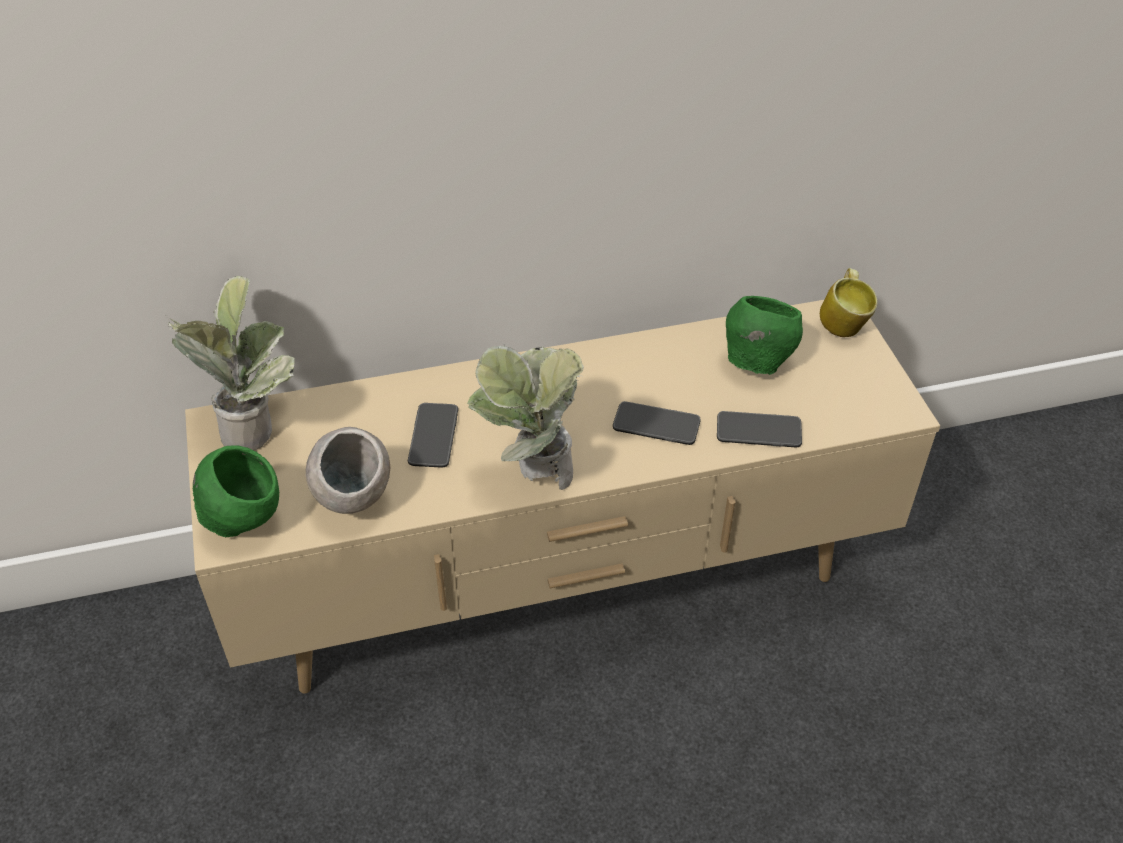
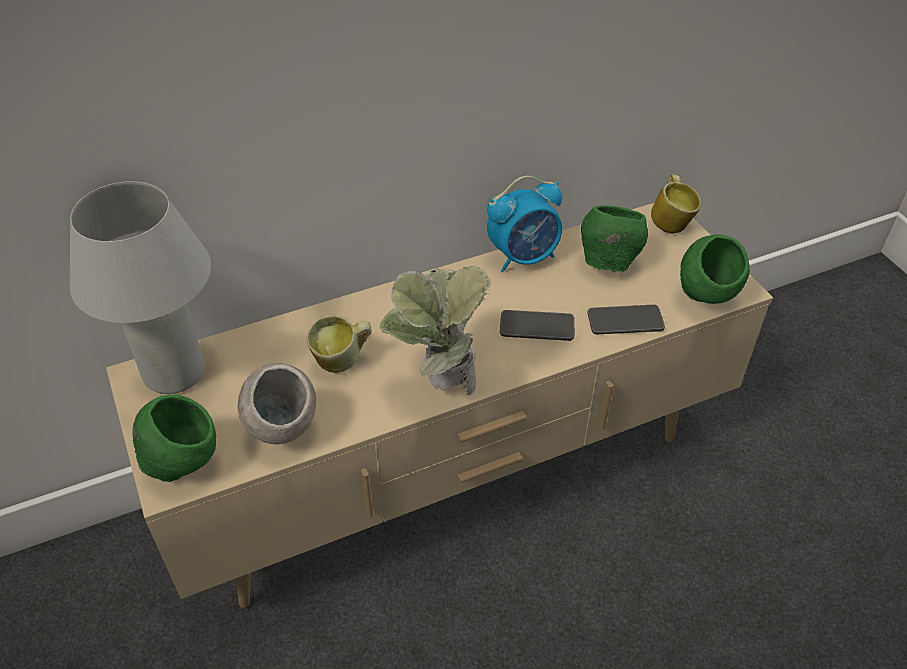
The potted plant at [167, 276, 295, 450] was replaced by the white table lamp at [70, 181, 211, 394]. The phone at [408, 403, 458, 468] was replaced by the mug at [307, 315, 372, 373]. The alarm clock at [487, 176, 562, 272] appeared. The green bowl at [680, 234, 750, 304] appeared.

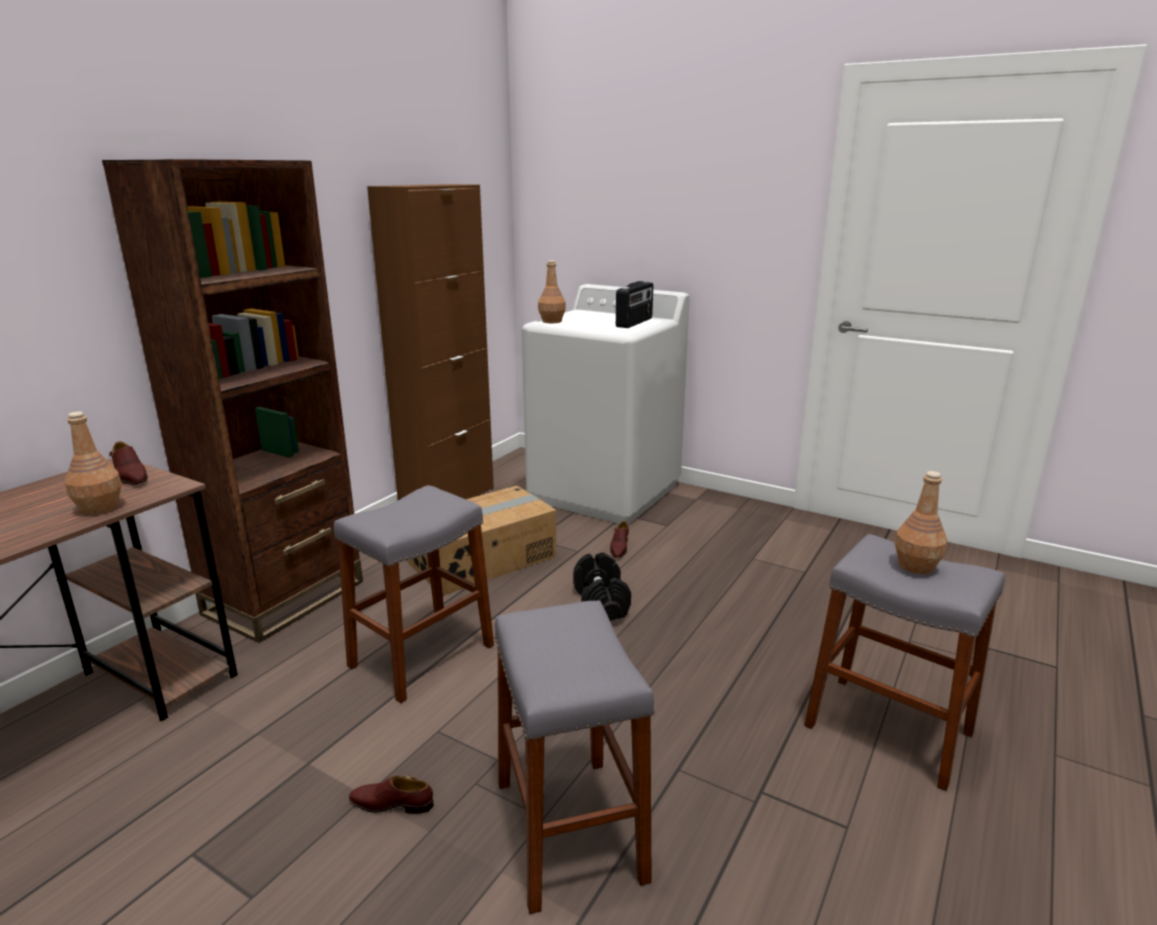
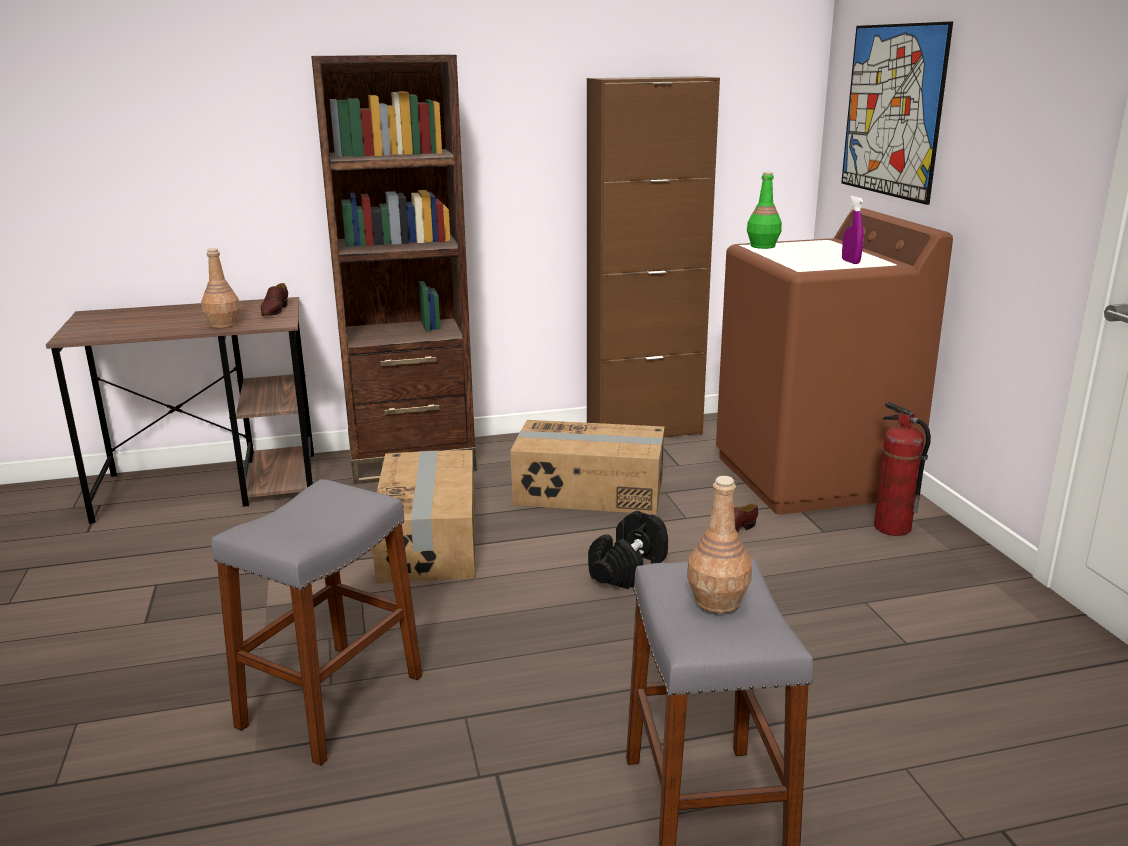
The grey stool at [334, 485, 494, 703] was replaced by the cardboard box at [372, 450, 475, 584]. The white washing machine at [522, 284, 690, 525] became the brown washing machine at [716, 208, 953, 515]. The brown bottle at [538, 261, 566, 323] became the green bottle at [747, 172, 782, 249]. The picture at [841, 22, 953, 205] appeared. The radio at [616, 281, 653, 328] was replaced by the purple spray bottle at [842, 196, 864, 264]. The fire extinguisher at [874, 402, 931, 536] appeared. The brown shoe at [349, 775, 434, 814] disappeared.

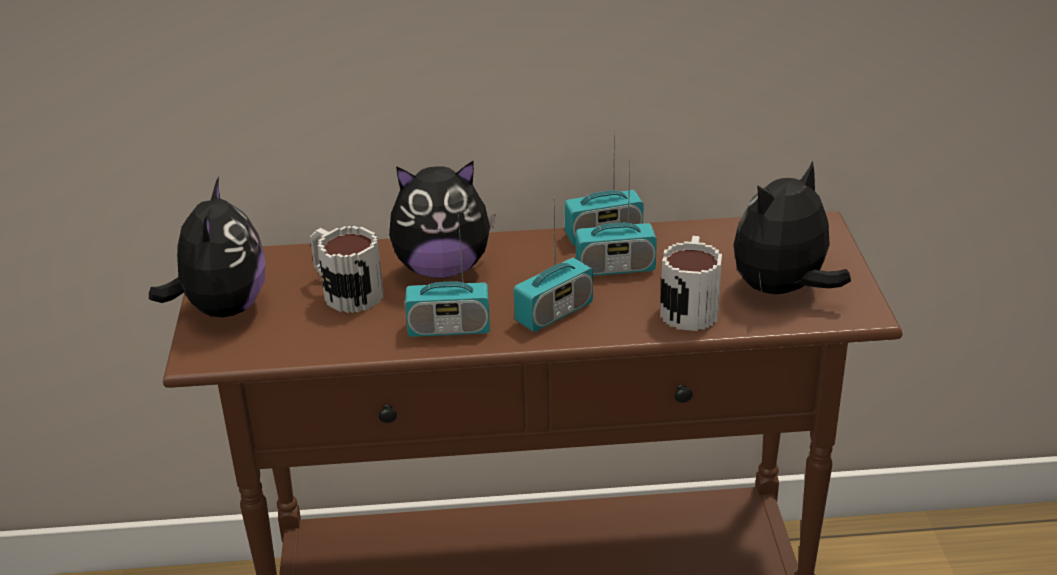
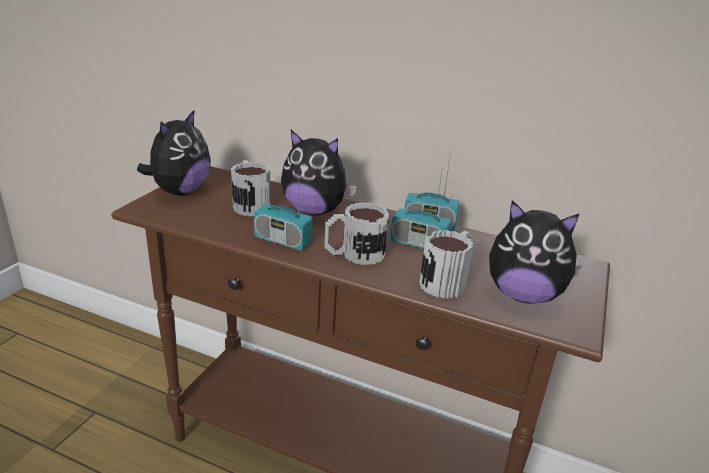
The radio at [514, 213, 593, 332] was replaced by the mug at [324, 202, 389, 265]. The plush toy at [734, 161, 851, 294] turned 150 degrees counterclockwise.

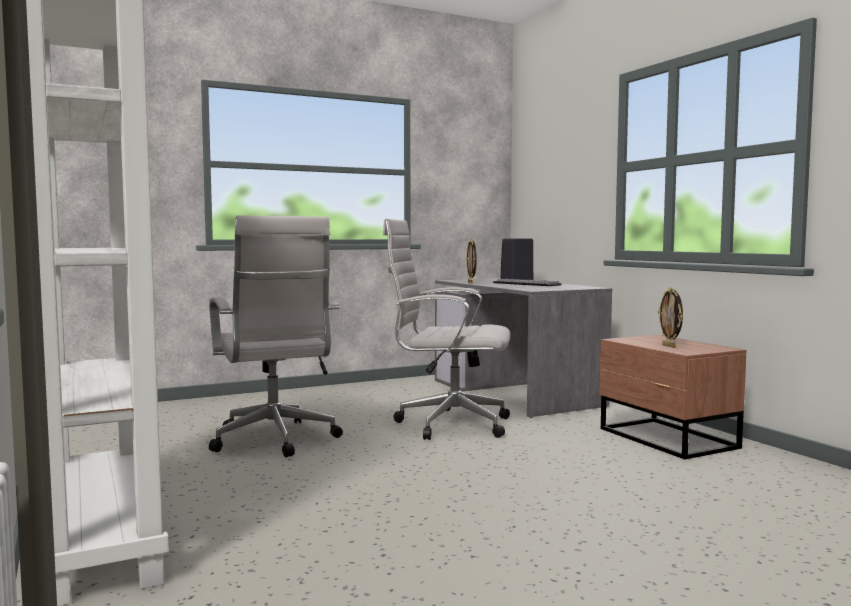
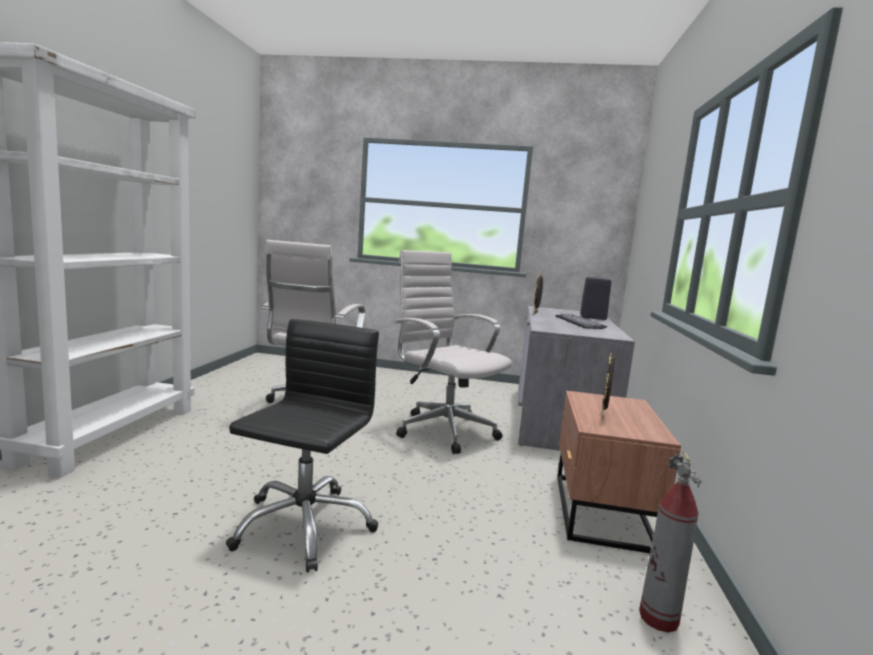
The black office chair at [226, 319, 379, 572] appeared. The fire extinguisher at [639, 451, 702, 632] appeared.

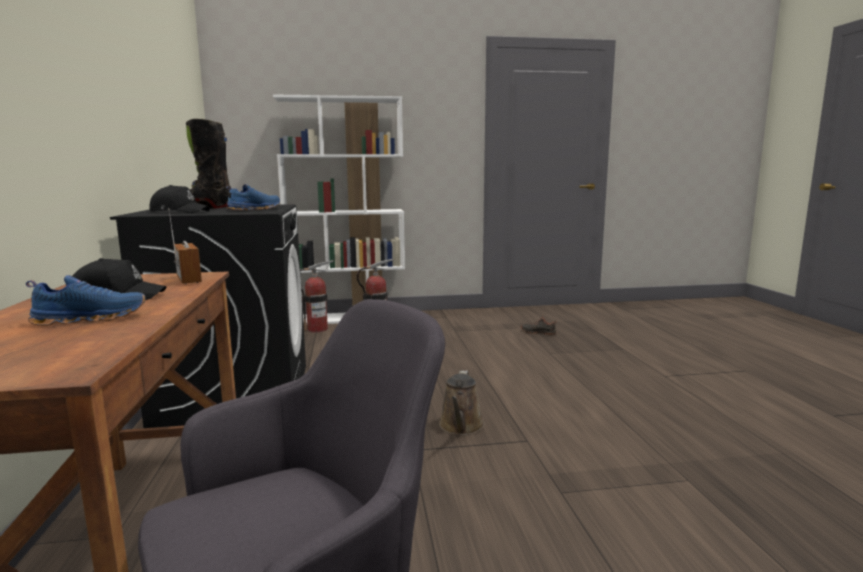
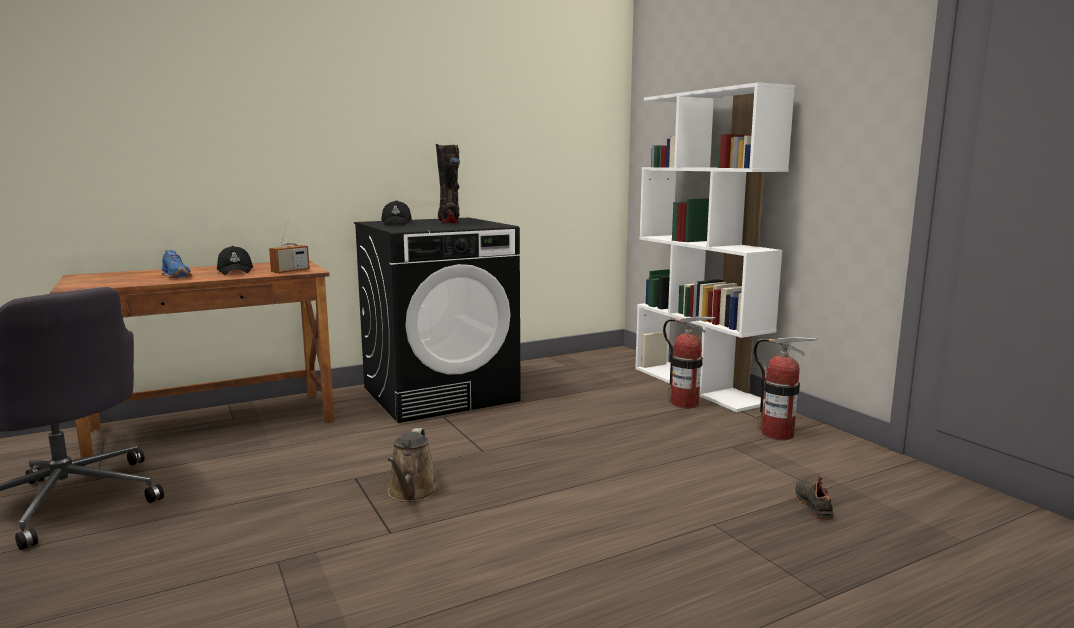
The brown watering can at [439, 371, 484, 435] turned 75 degrees counterclockwise. The fire extinguisher moved from [300, 260, 334, 332] to [754, 337, 818, 441]. The blue shoe at [226, 184, 280, 211] disappeared.

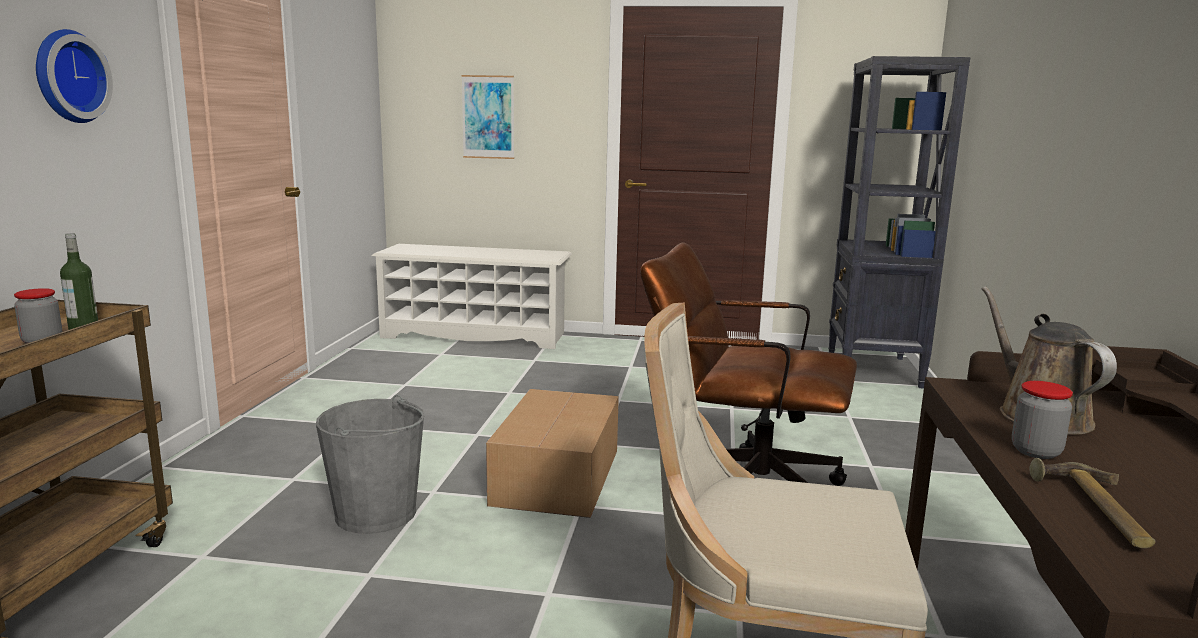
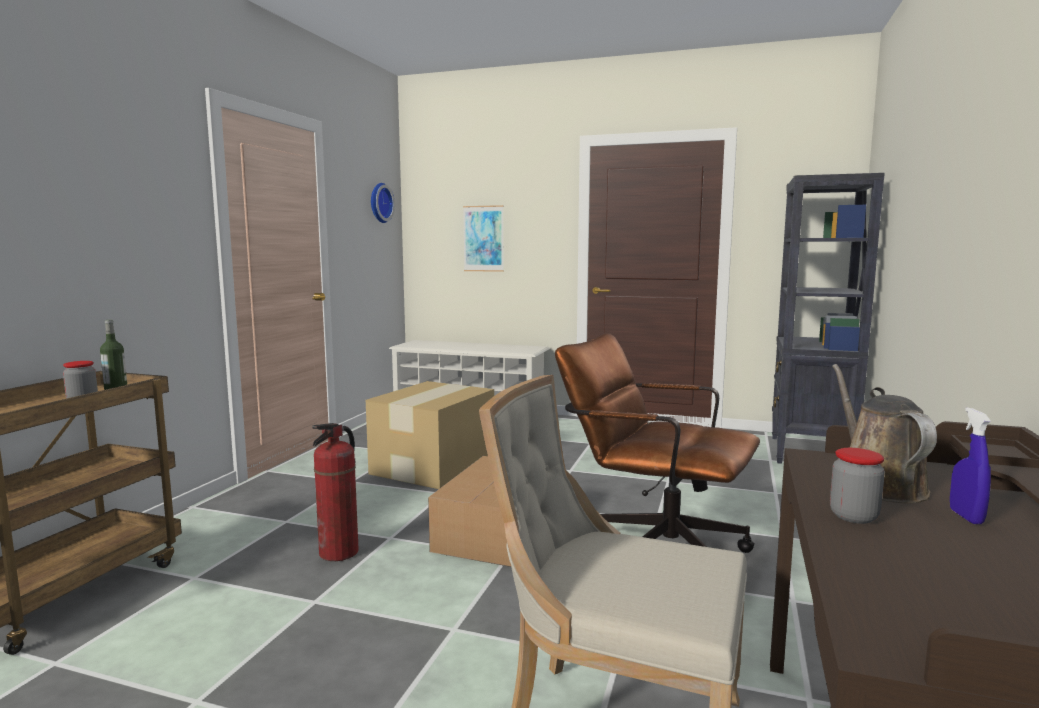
The grey bucket at [316, 395, 424, 534] was replaced by the fire extinguisher at [312, 423, 359, 561]. The cardboard box at [366, 381, 494, 489] appeared. The wall clock moved from [36, 29, 113, 123] to [371, 183, 395, 223]. The blue spray bottle at [950, 408, 991, 524] appeared. The hammer at [1029, 458, 1156, 548] disappeared.

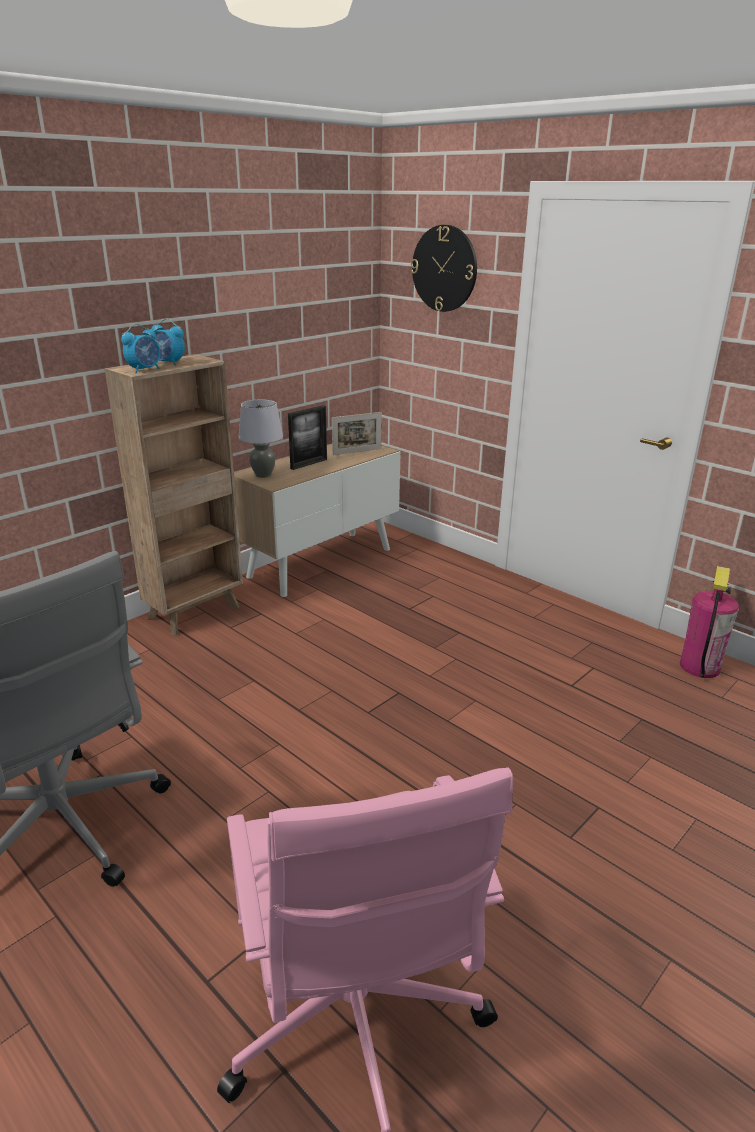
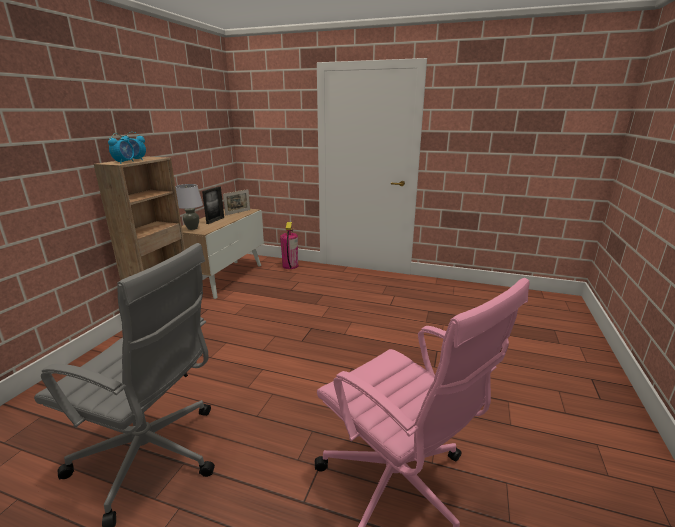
The fire extinguisher moved from [680, 566, 739, 678] to [280, 222, 298, 269]. The wall clock at [411, 225, 477, 312] disappeared.

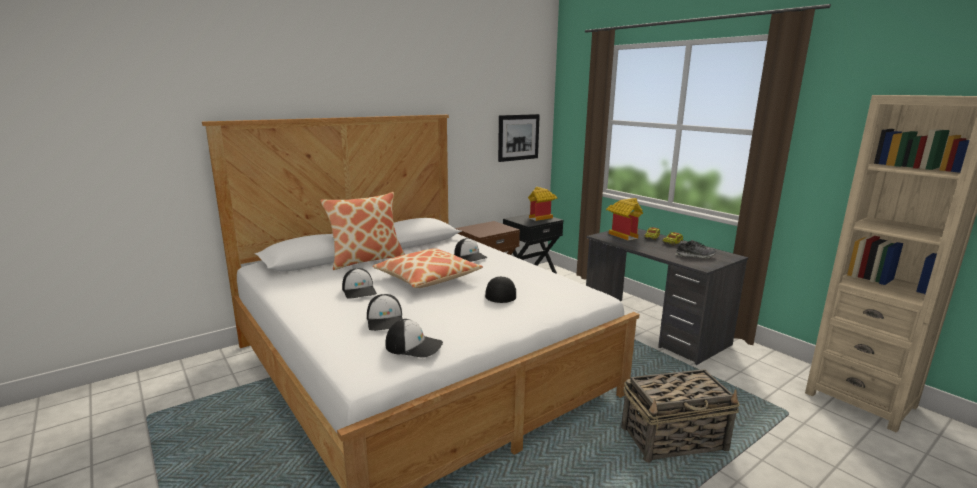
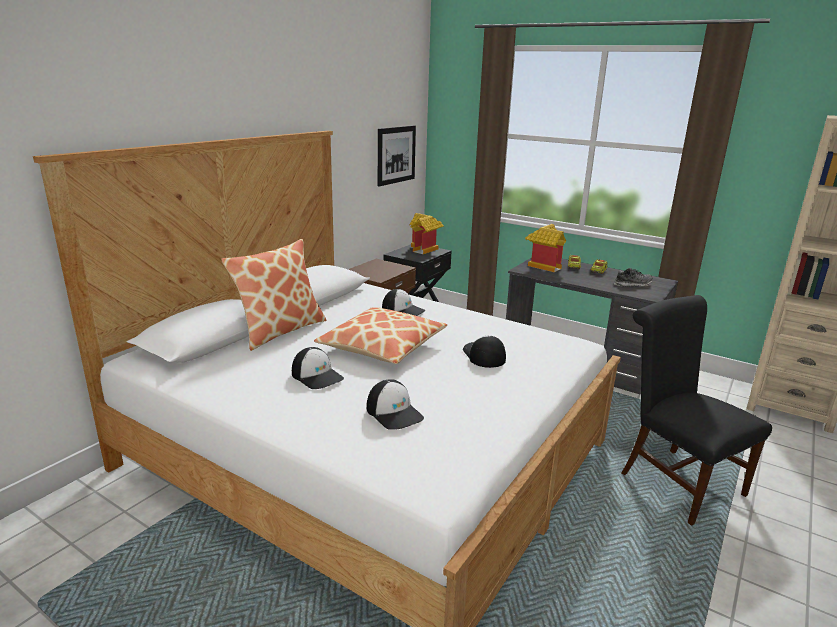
The basket at [621, 369, 740, 463] was replaced by the black chair at [621, 295, 772, 526]. The cap at [386, 319, 443, 358] disappeared.

